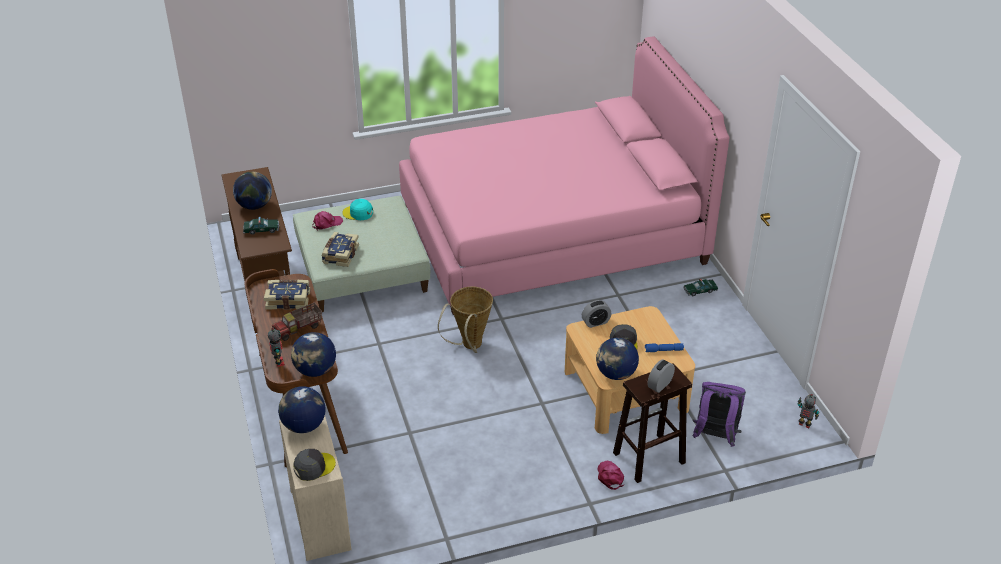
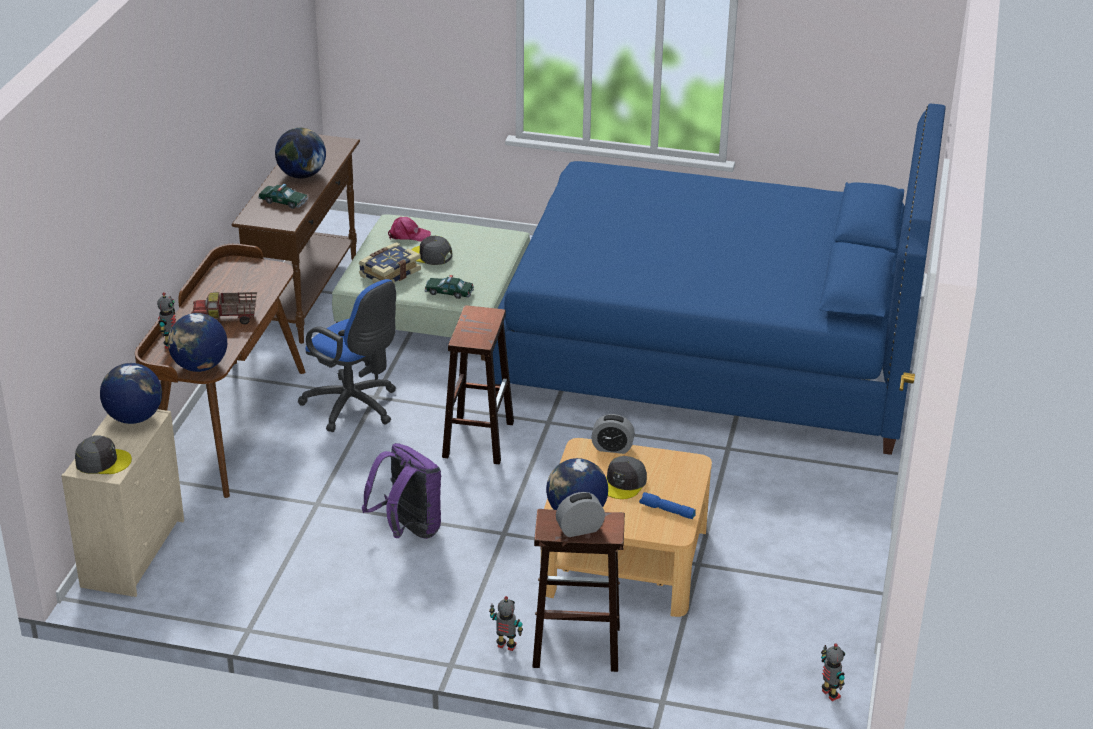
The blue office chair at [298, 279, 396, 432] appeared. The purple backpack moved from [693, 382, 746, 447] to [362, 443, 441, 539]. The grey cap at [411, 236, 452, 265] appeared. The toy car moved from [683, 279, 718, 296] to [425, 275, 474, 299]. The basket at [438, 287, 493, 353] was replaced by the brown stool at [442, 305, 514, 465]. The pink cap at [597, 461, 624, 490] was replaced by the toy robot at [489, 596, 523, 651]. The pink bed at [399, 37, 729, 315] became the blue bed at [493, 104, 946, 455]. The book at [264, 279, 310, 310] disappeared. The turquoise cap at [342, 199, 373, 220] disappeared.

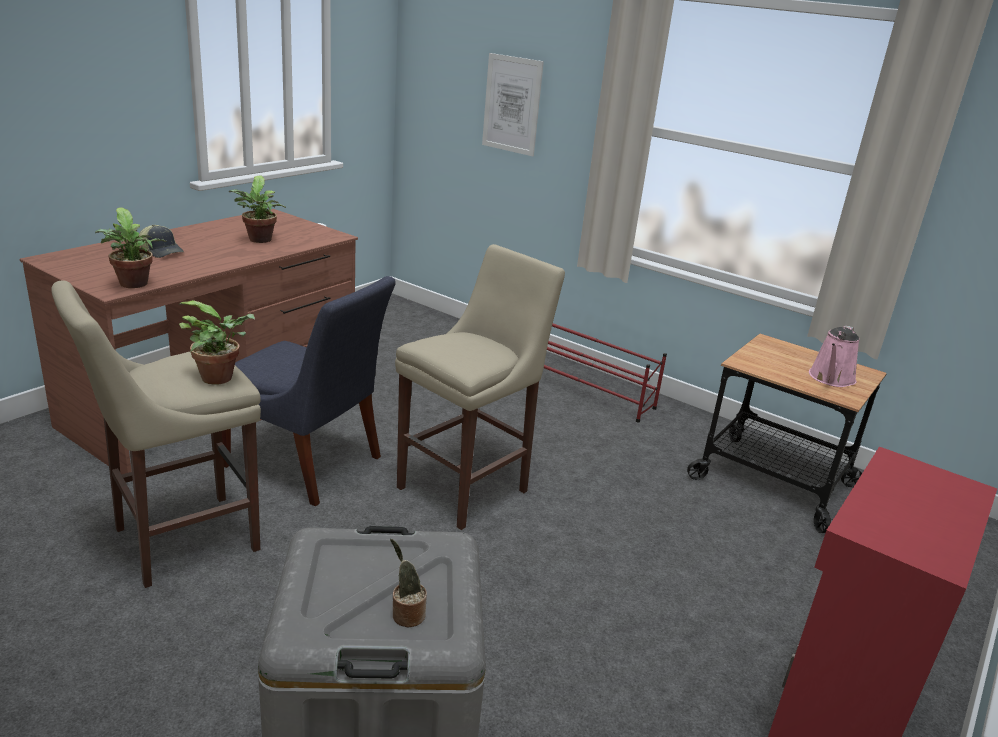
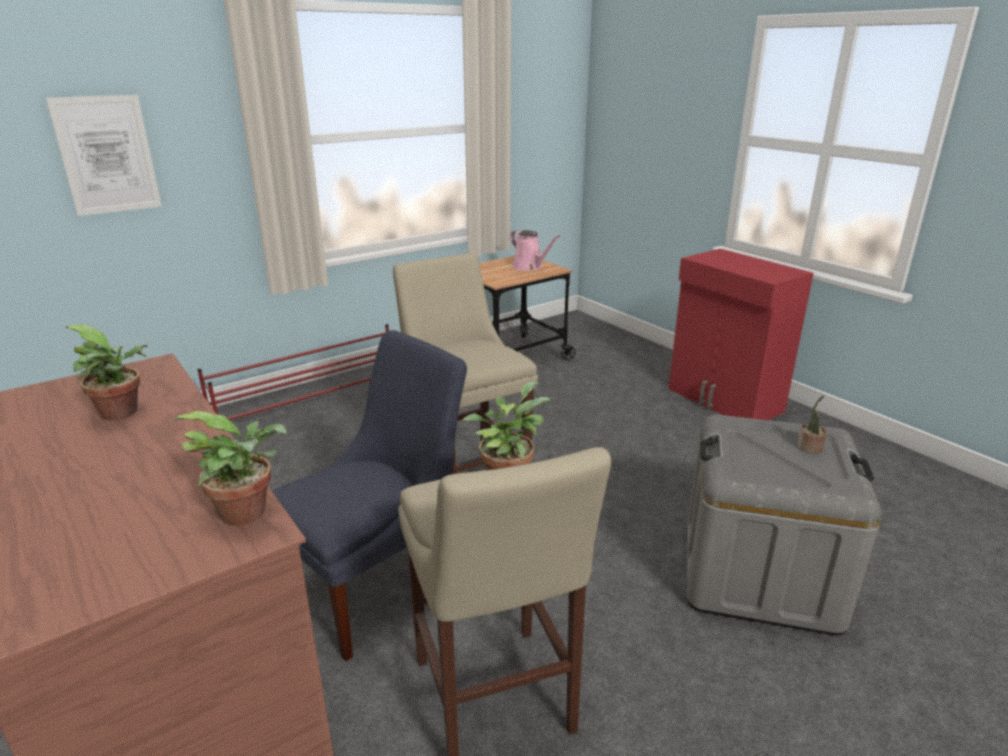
The cap at [139, 225, 184, 258] disappeared.

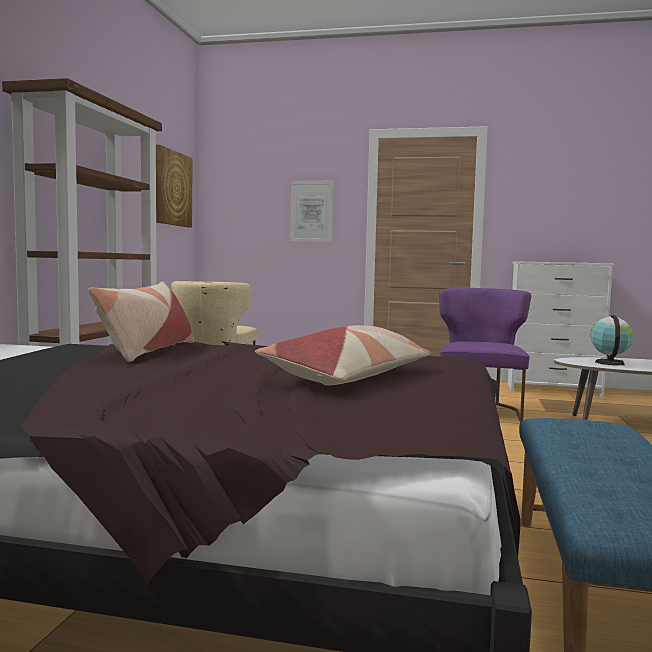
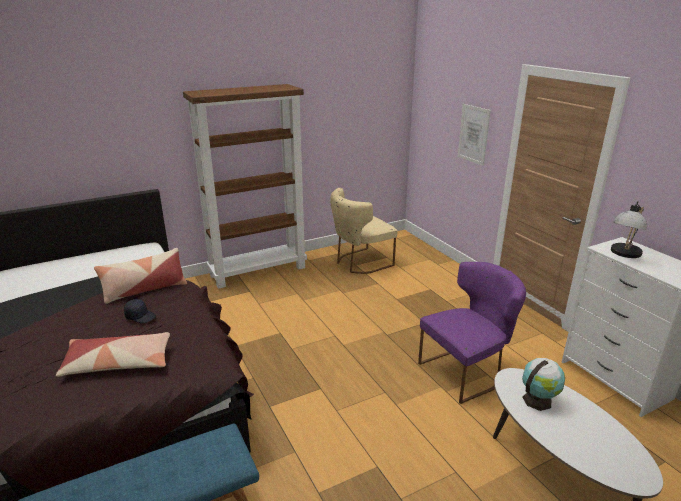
The black cap at [124, 299, 156, 323] appeared. The table lamp at [611, 201, 647, 258] appeared. The picture at [156, 145, 193, 228] disappeared.

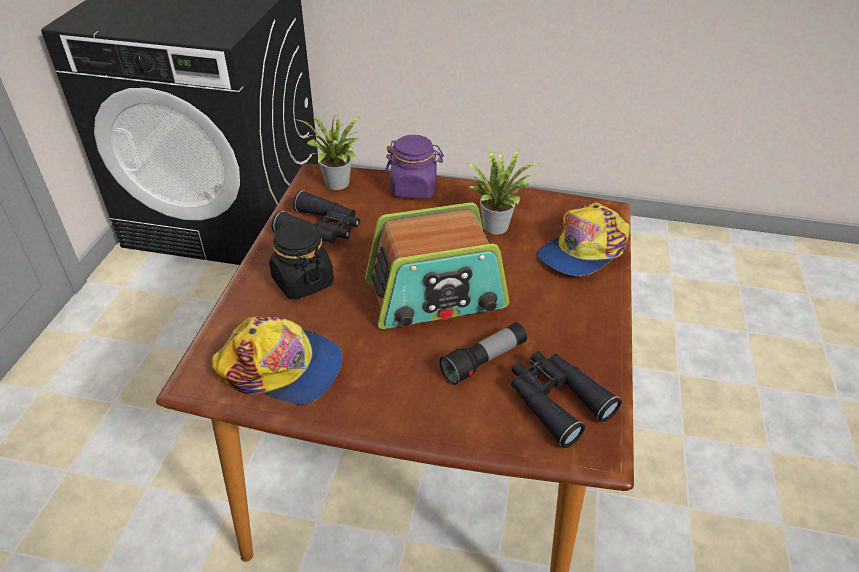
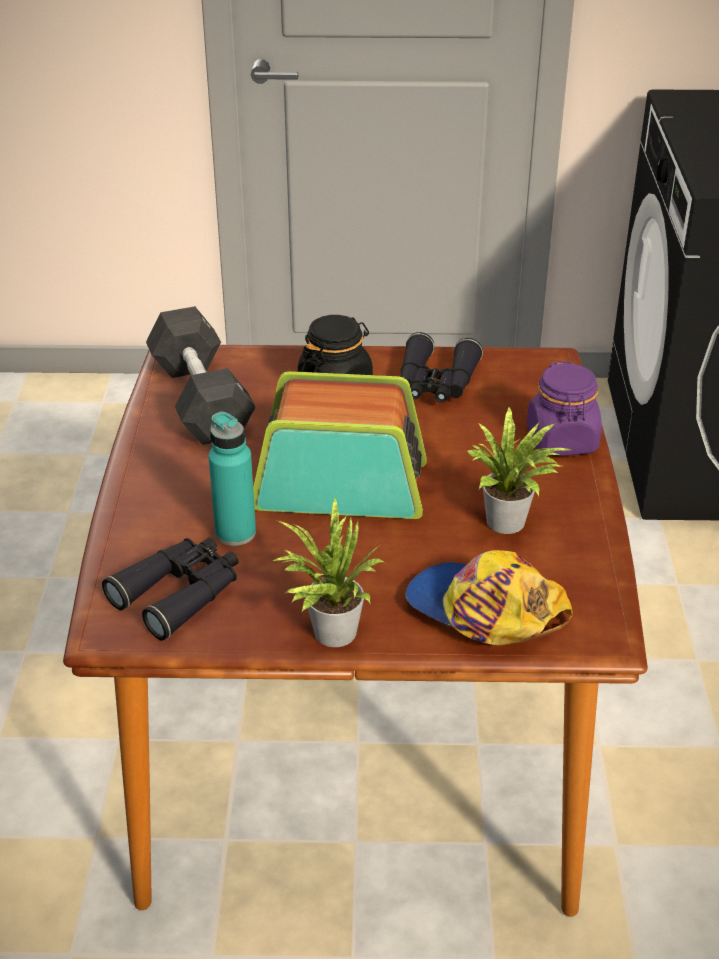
The cap at [211, 316, 343, 405] was replaced by the black dumbbell at [146, 306, 256, 445]. The flashlight at [439, 322, 527, 385] was replaced by the turquoise bottle at [208, 412, 256, 546]. The radio at [365, 202, 509, 329] turned 120 degrees clockwise. The potted plant moved from [294, 114, 361, 190] to [273, 498, 385, 647].

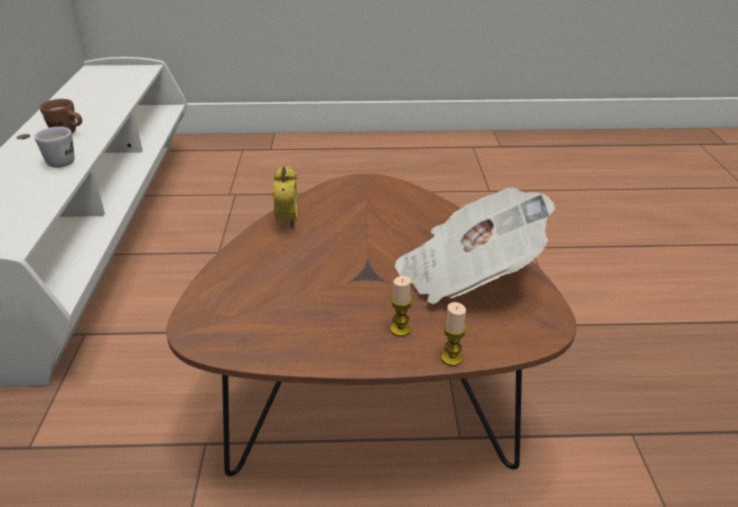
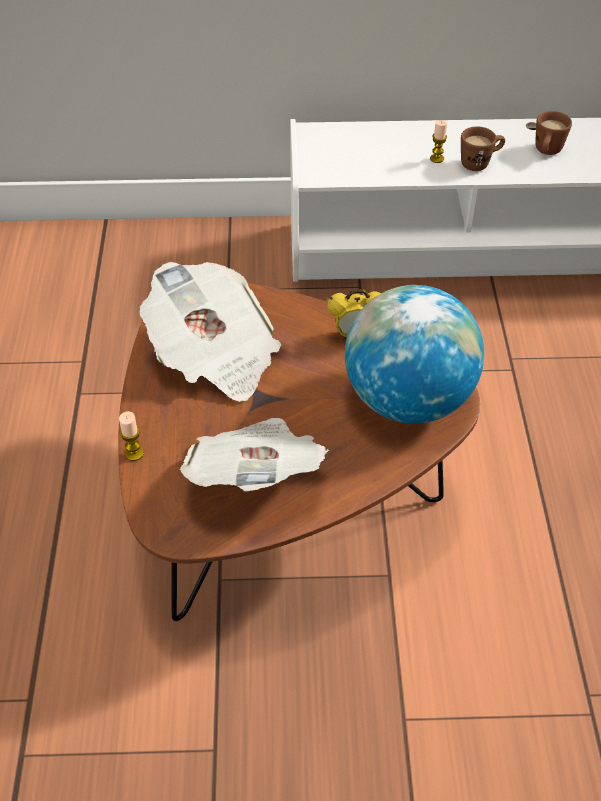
The newspaper at [140, 262, 281, 402] appeared. The globe at [345, 285, 484, 424] appeared. The candle moved from [390, 276, 413, 336] to [430, 120, 447, 163]. The white mug at [34, 127, 74, 168] became the brown mug at [461, 126, 505, 171].

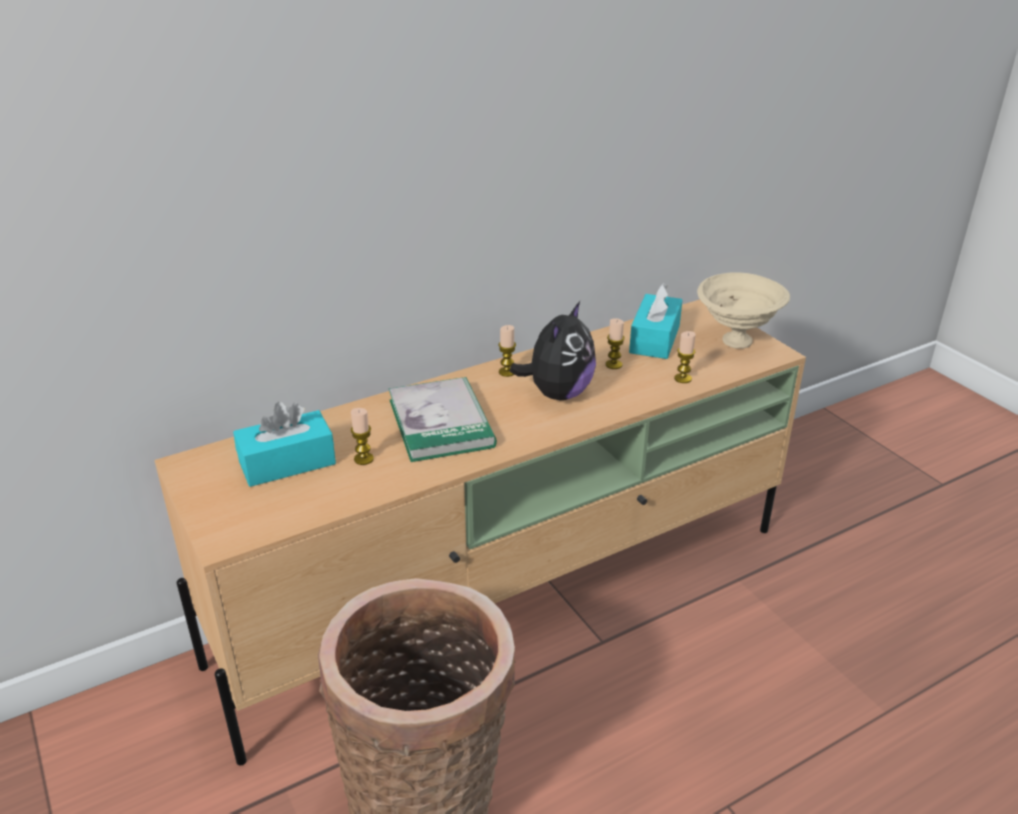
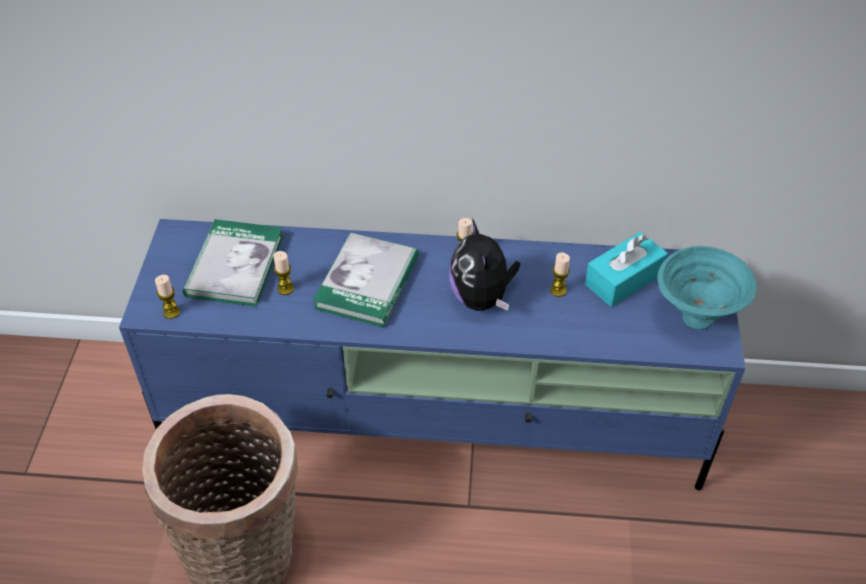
The beige tv stand at [154, 299, 806, 765] became the blue tv stand at [119, 219, 745, 490]. The candle moved from [674, 331, 696, 383] to [155, 275, 180, 319]. The turquoise tissue box at [233, 402, 336, 487] was replaced by the book at [183, 219, 283, 307]. The plush toy at [510, 301, 596, 400] turned 105 degrees clockwise. The beige bowl at [697, 272, 790, 349] became the turquoise bowl at [657, 246, 757, 330].

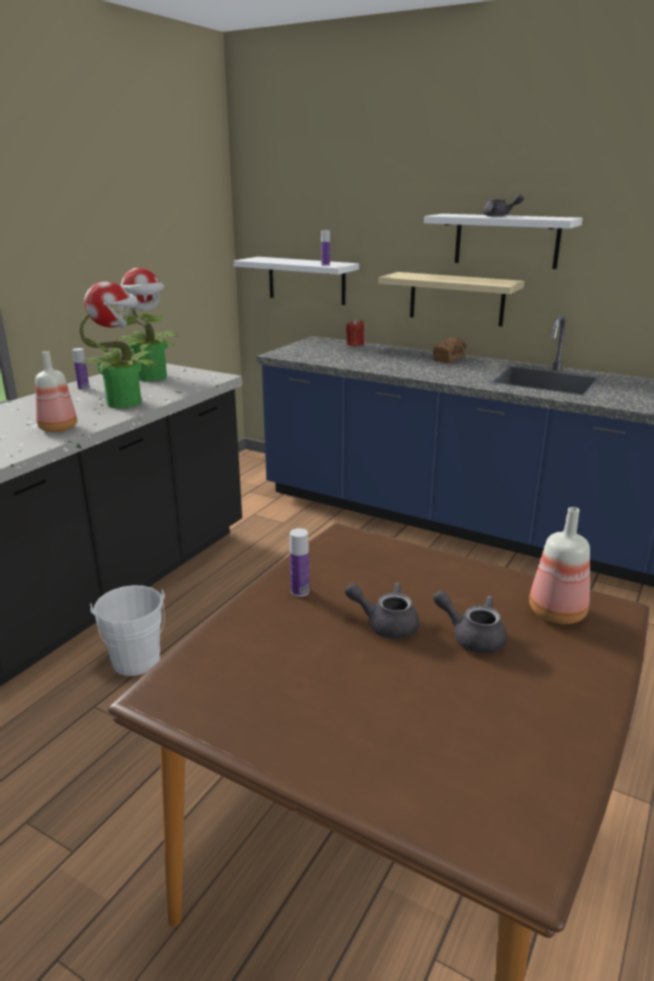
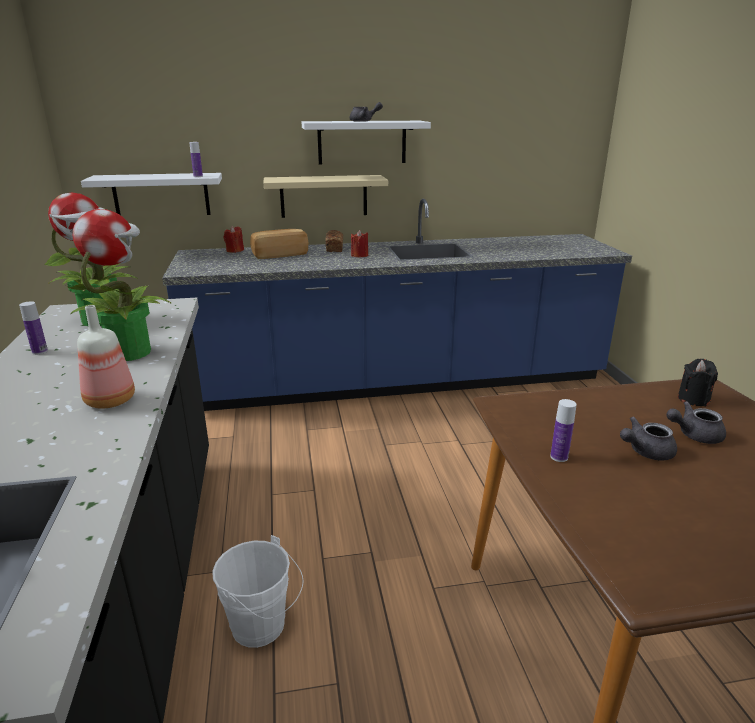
The bread at [250, 229, 308, 259] appeared. The red candle at [351, 230, 368, 257] appeared. The bottle at [529, 507, 590, 624] was replaced by the black candle at [678, 359, 718, 406].

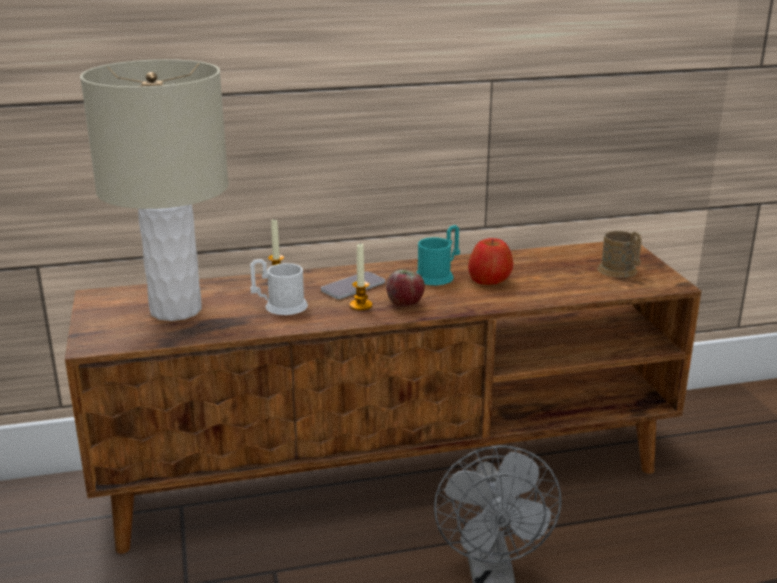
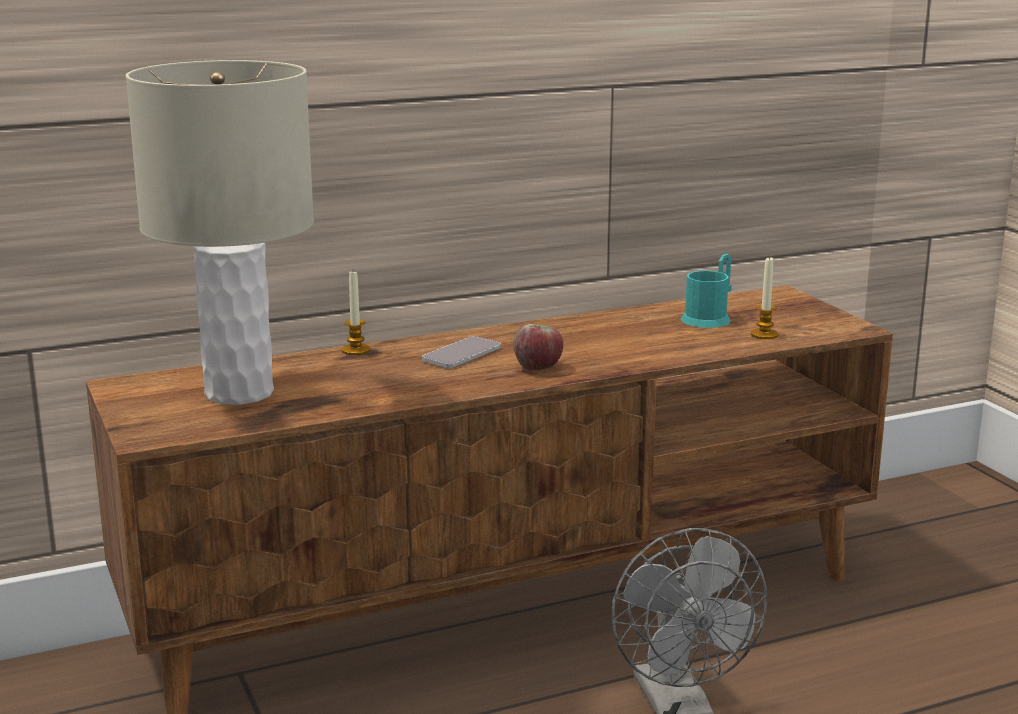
The turquoise mug moved from [416, 225, 460, 285] to [681, 254, 732, 328]. The candle moved from [350, 244, 372, 311] to [751, 256, 779, 339]. The white mug at [250, 259, 308, 315] disappeared. The apple at [468, 238, 513, 285] disappeared. The brown mug at [597, 231, 642, 278] disappeared.

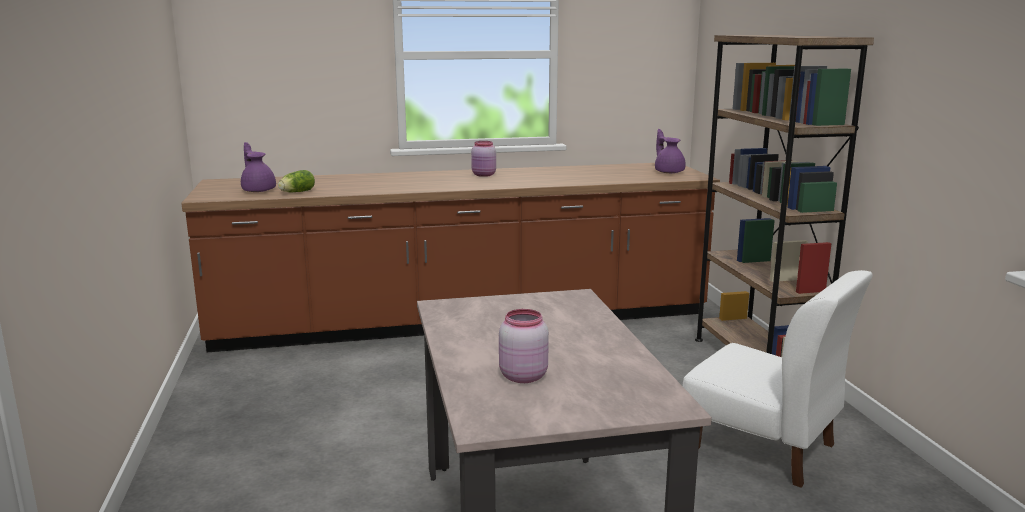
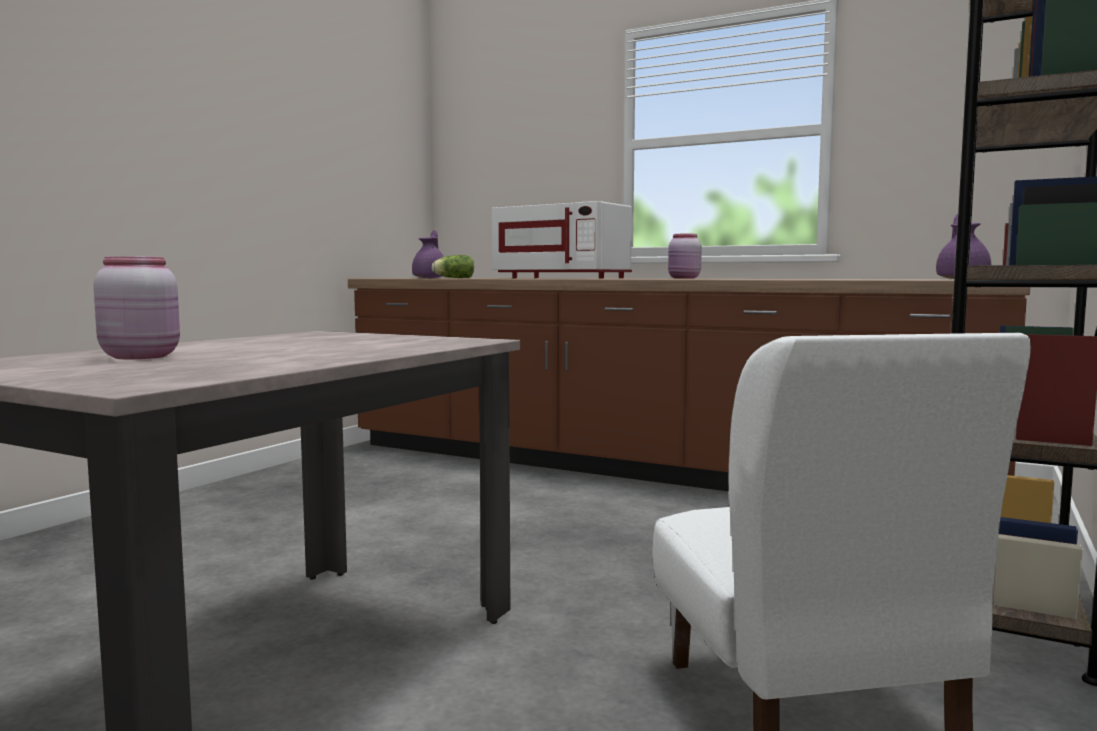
The white microwave at [492, 201, 632, 278] appeared.

